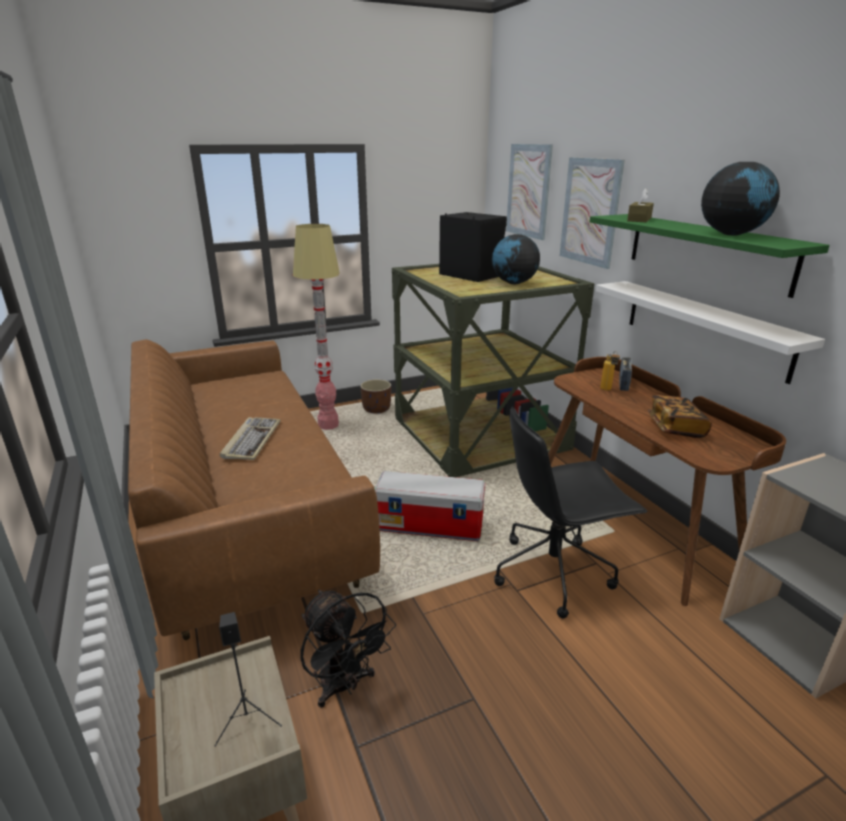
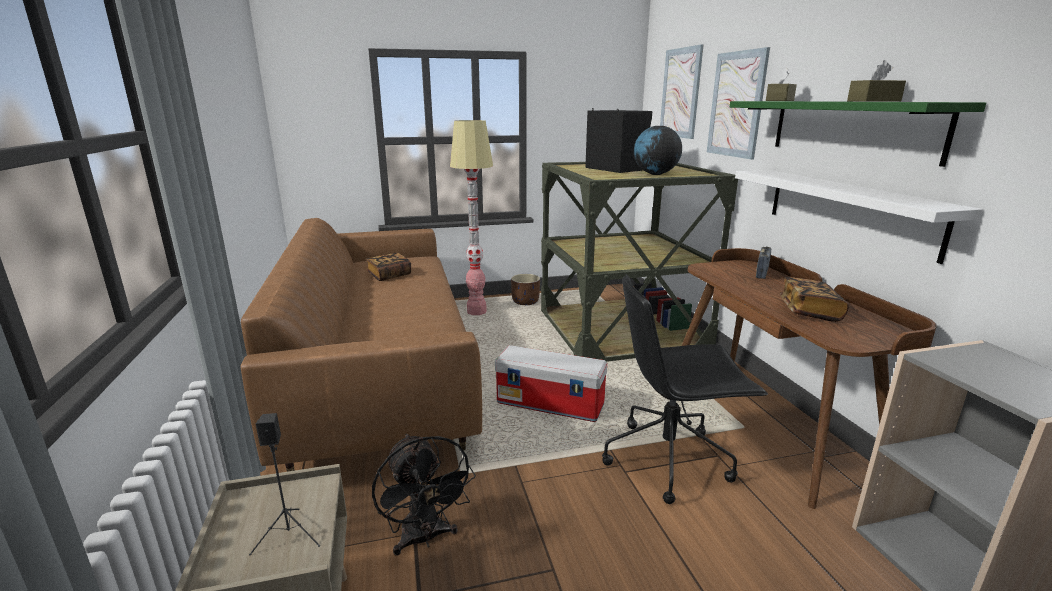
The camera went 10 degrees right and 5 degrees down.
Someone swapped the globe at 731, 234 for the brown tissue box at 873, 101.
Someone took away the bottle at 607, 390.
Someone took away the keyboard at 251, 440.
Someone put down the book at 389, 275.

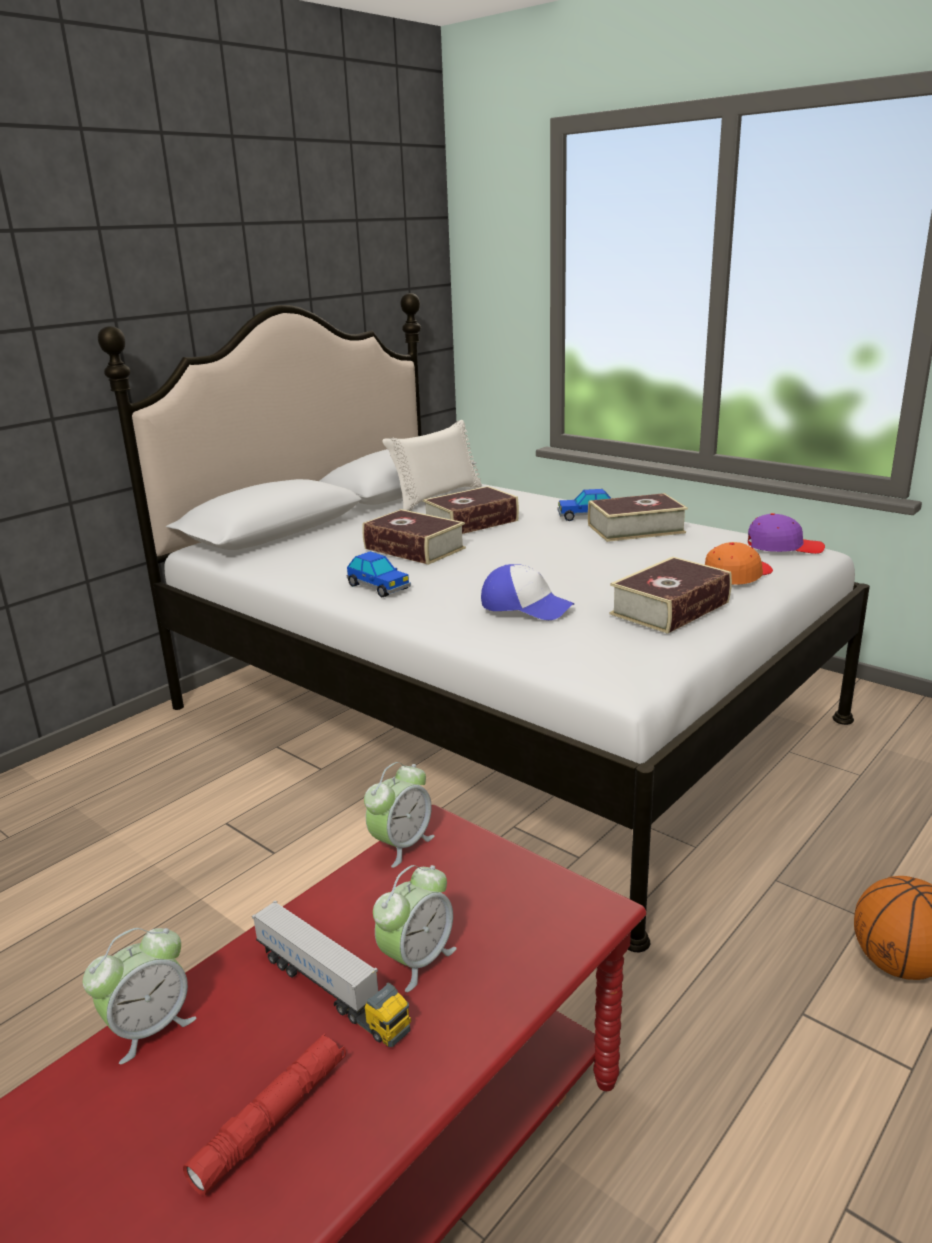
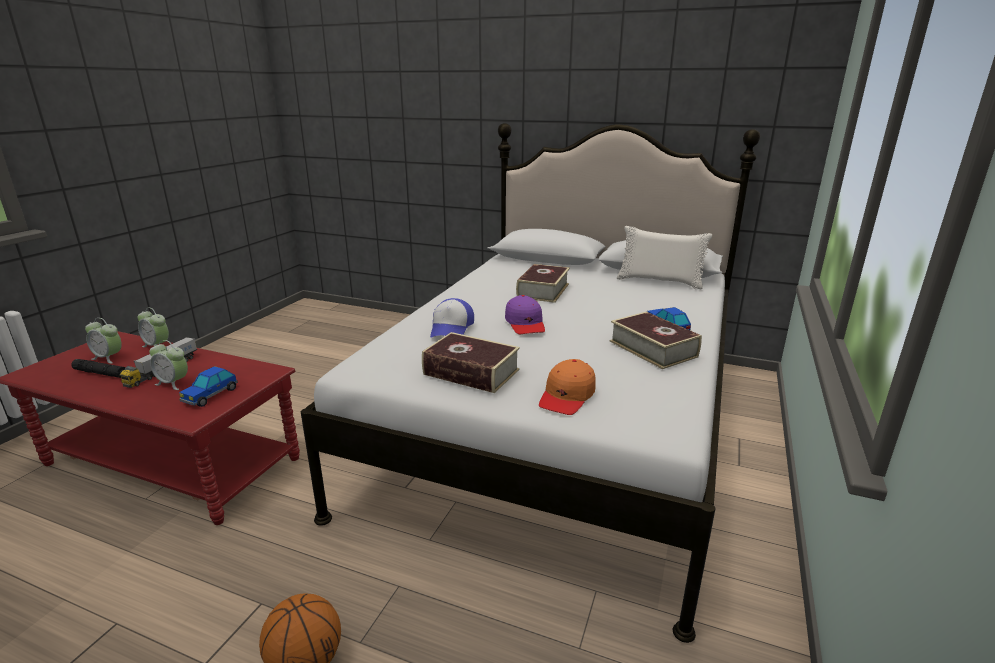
The camera went 70 degrees right and 0 degrees up.
Someone took away the book at 471, 522.
Someone carried the purple cap from 784, 547 to 525, 323.
Someone rotated the orange cap at 737, 575 by 90 degrees clockwise.
Someone carried the toy car from 378, 587 to 210, 395.
Someone carried the alarm clock from 401, 845 to 109, 358.
Someone repainted the red flashlight at 271, 1119, which became the black flashlight at 101, 373.

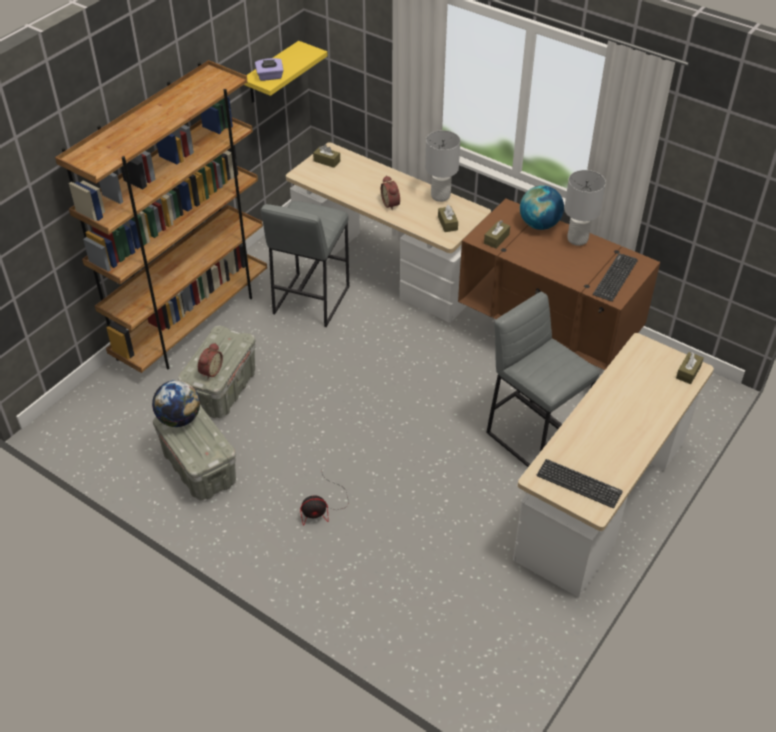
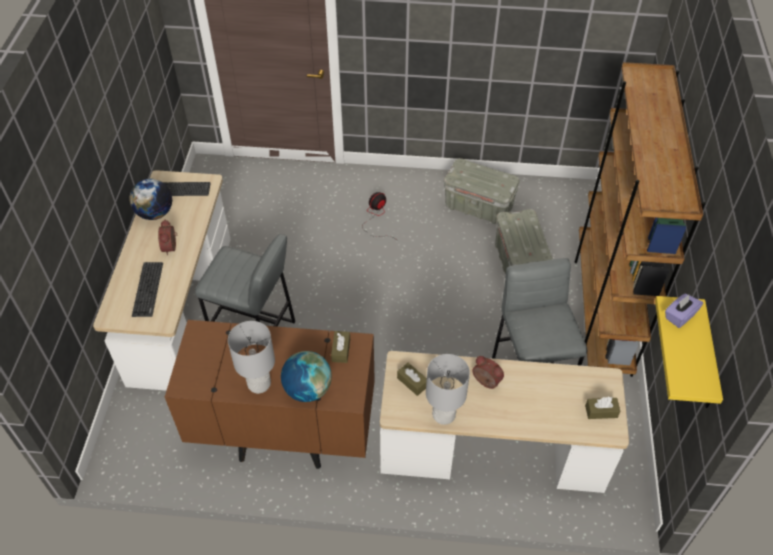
The camera went 150 degrees right and 5 degrees up.
Someone carried the keyboard from 615, 277 to 148, 289.
Someone carried the alarm clock from 210, 371 to 171, 247.
Someone took away the brown tissue box at 688, 372.
Someone carried the globe from 179, 419 to 155, 213.

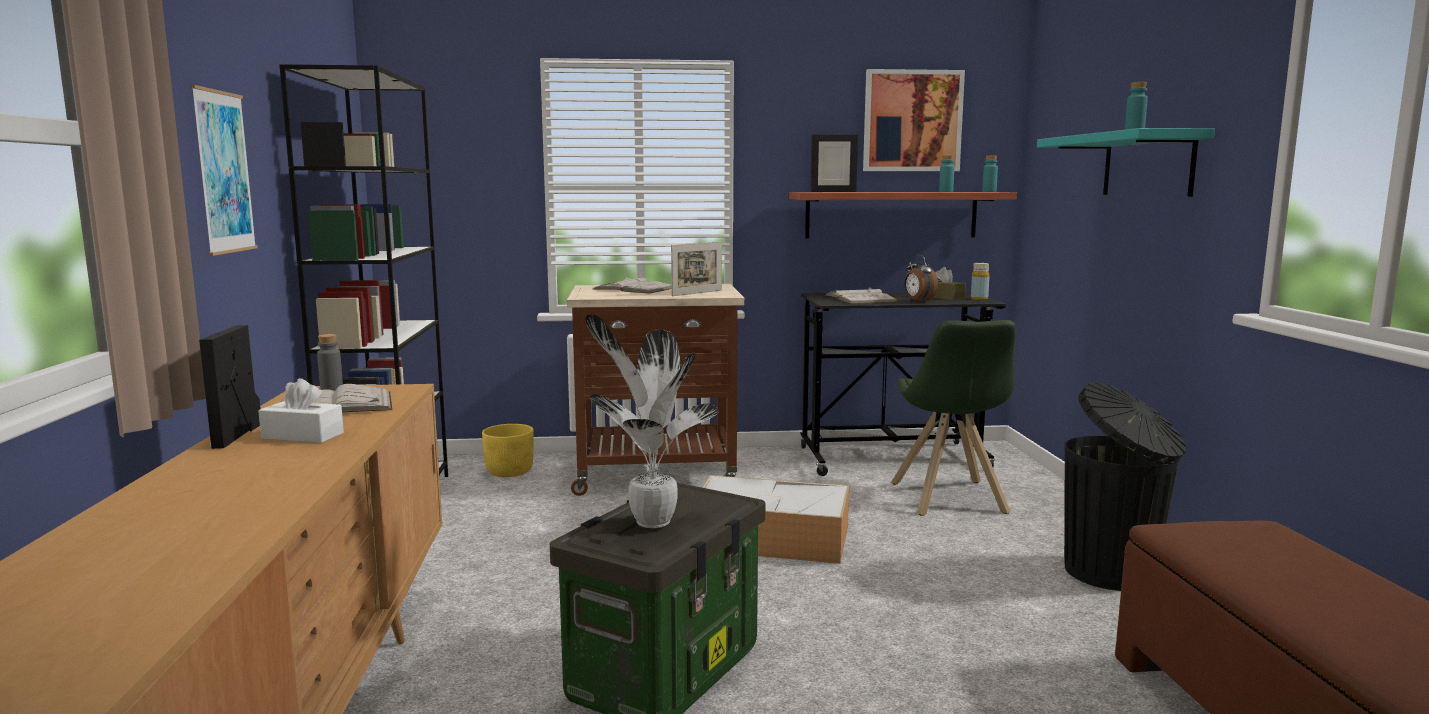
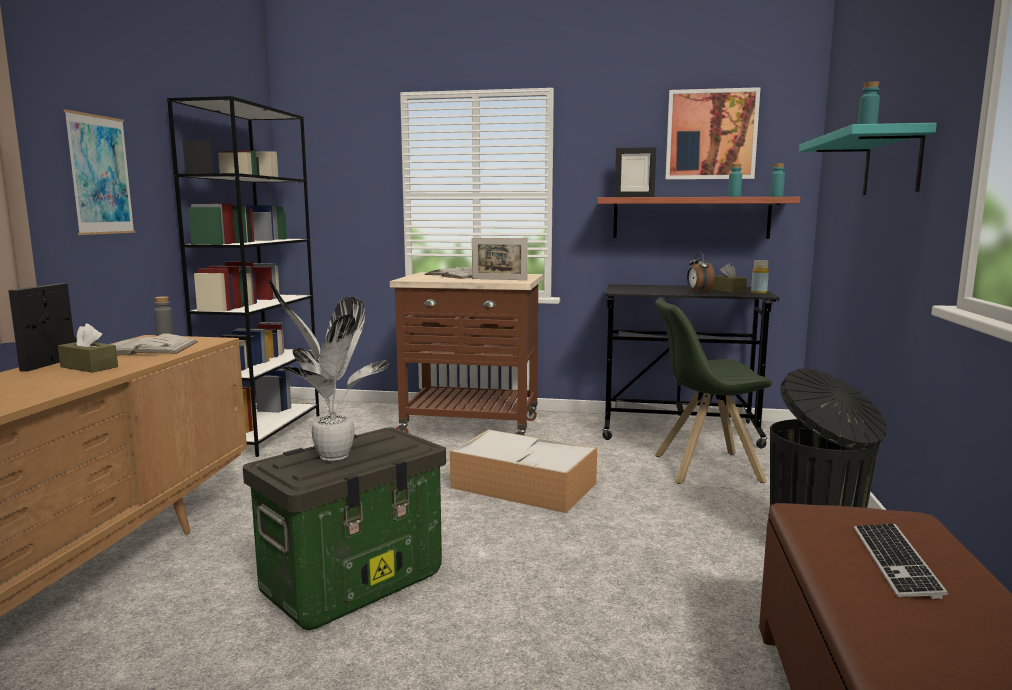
The camera went 15 degrees right and 0 degrees up.
Someone rotated the picture frame at 697, 293 by 45 degrees clockwise.
Someone took away the white book at 860, 298.
Someone rotated the green chair at 949, 498 by 75 degrees clockwise.
Someone repainted the white tissue box at 303, 436, which became the brown tissue box at 89, 367.
Someone took away the yellow planter at 509, 472.
Someone put down the keyboard at 895, 561.

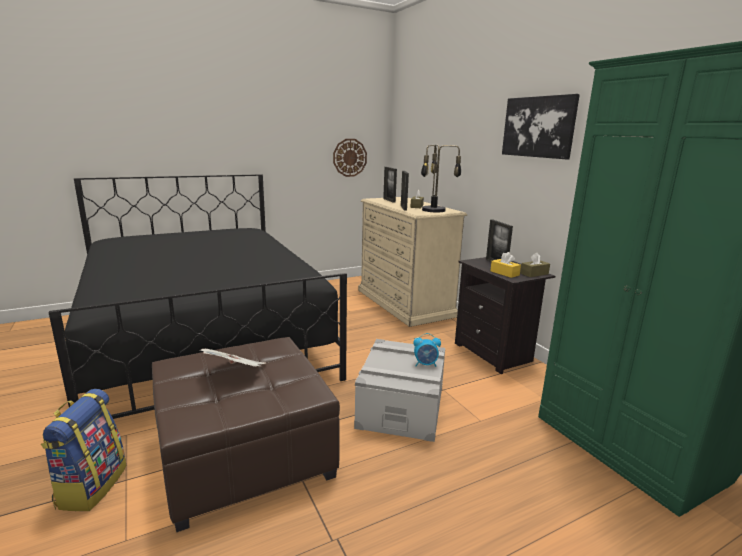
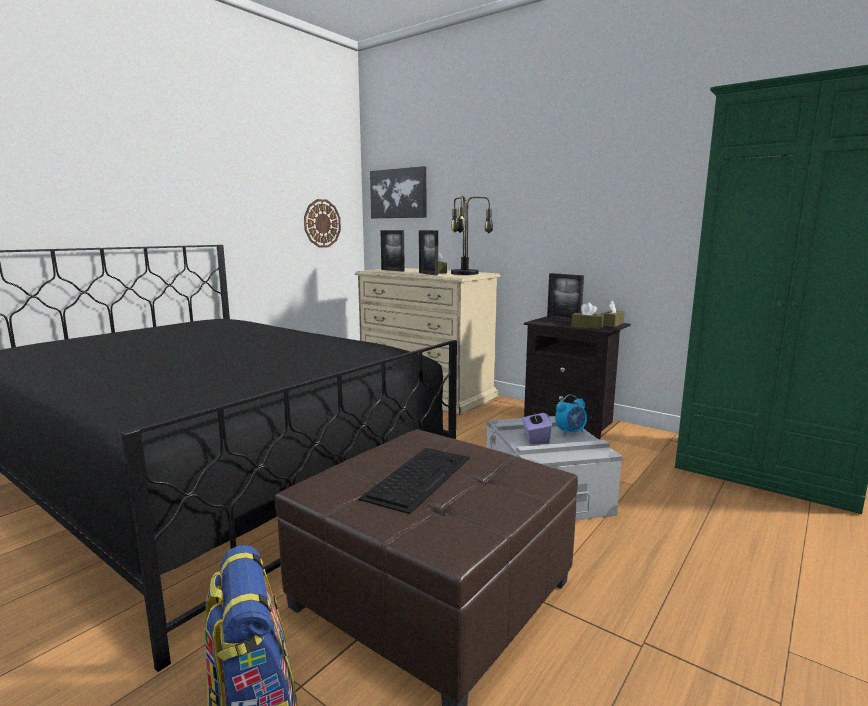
The camera went 25 degrees left and 5 degrees down.
Someone carried the picture from 538, 127 to 398, 193.
Someone repainted the yellow tissue box at 504, 273, which became the brown tissue box at 587, 326.
Someone swapped the newspaper at 236, 372 for the keyboard at 419, 476.
Someone put down the purple tissue box at 535, 438.

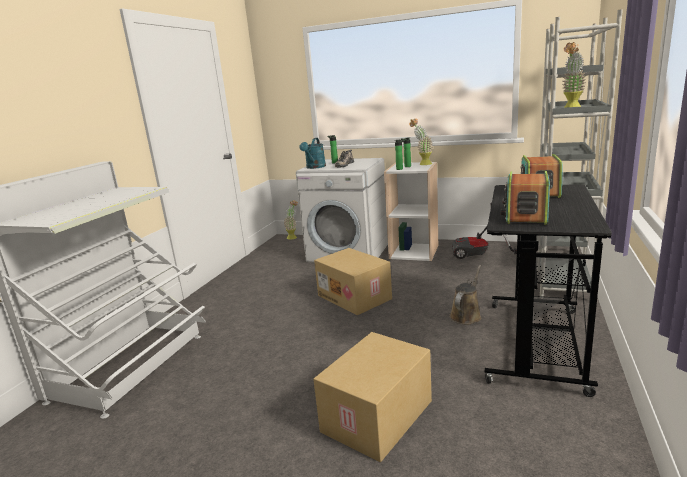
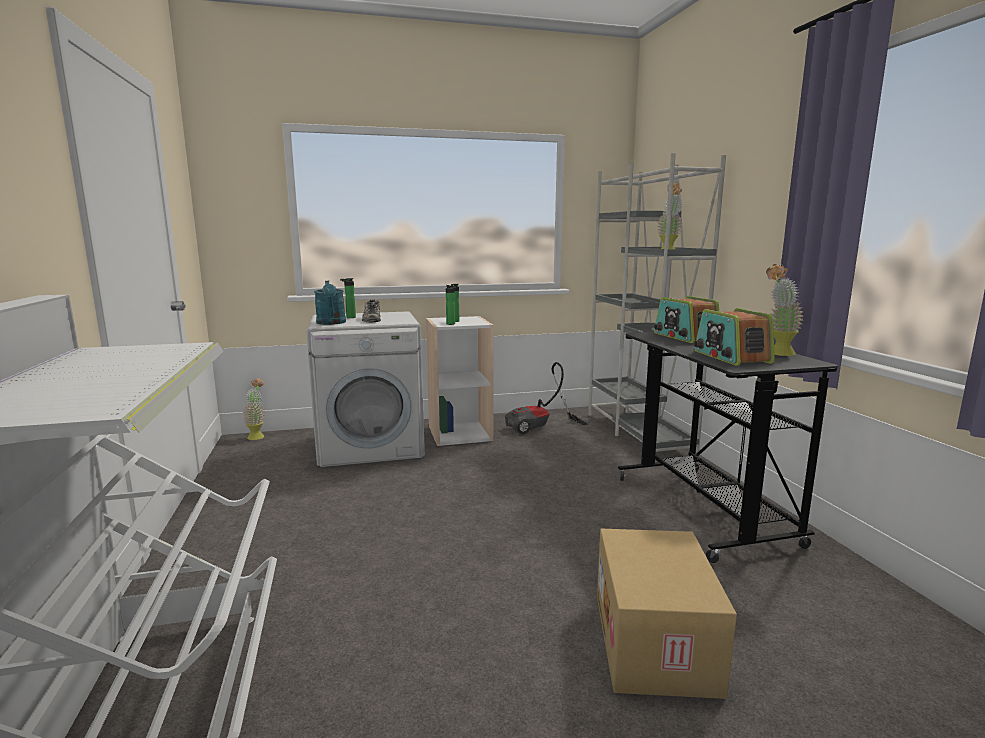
The camera went 35 degrees left and 5 degrees down.
Someone carried the potted plant from 422, 164 to 777, 354.
Someone took away the cardboard box at 355, 297.
Someone took away the brown watering can at 466, 315.

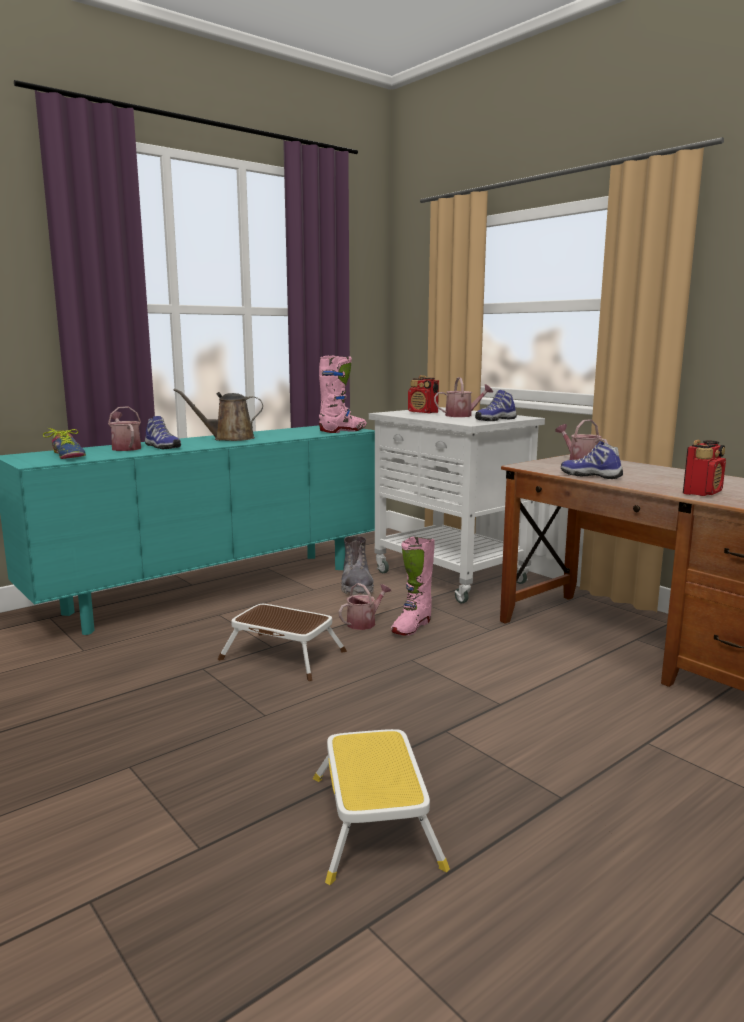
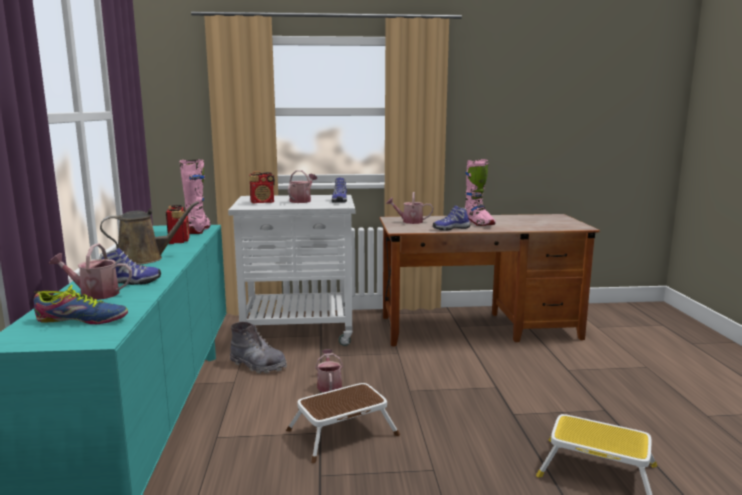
The camera went 55 degrees left and 0 degrees up.
Someone rotated the brown watering can at 229, 439 by 135 degrees counterclockwise.
Someone carried the radio from 702, 492 to 179, 241.
Someone carried the pink boot from 411, 627 to 478, 223.

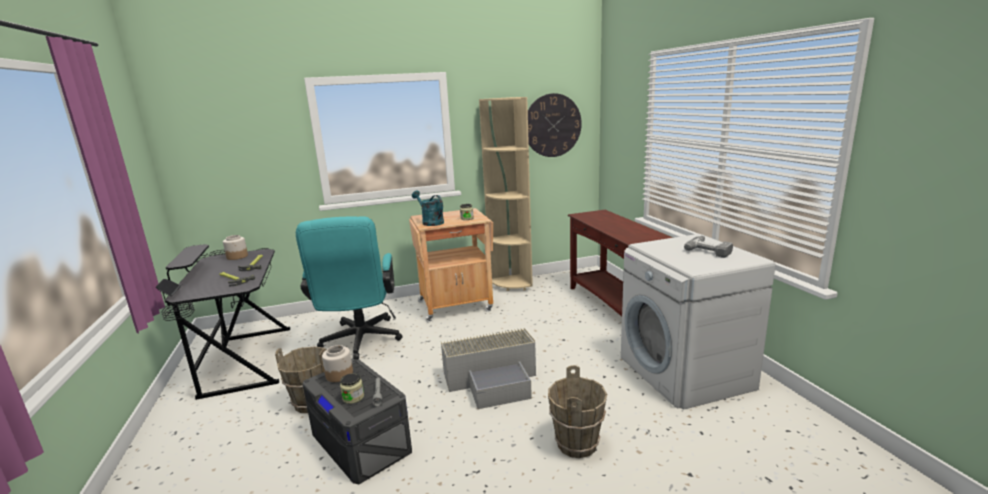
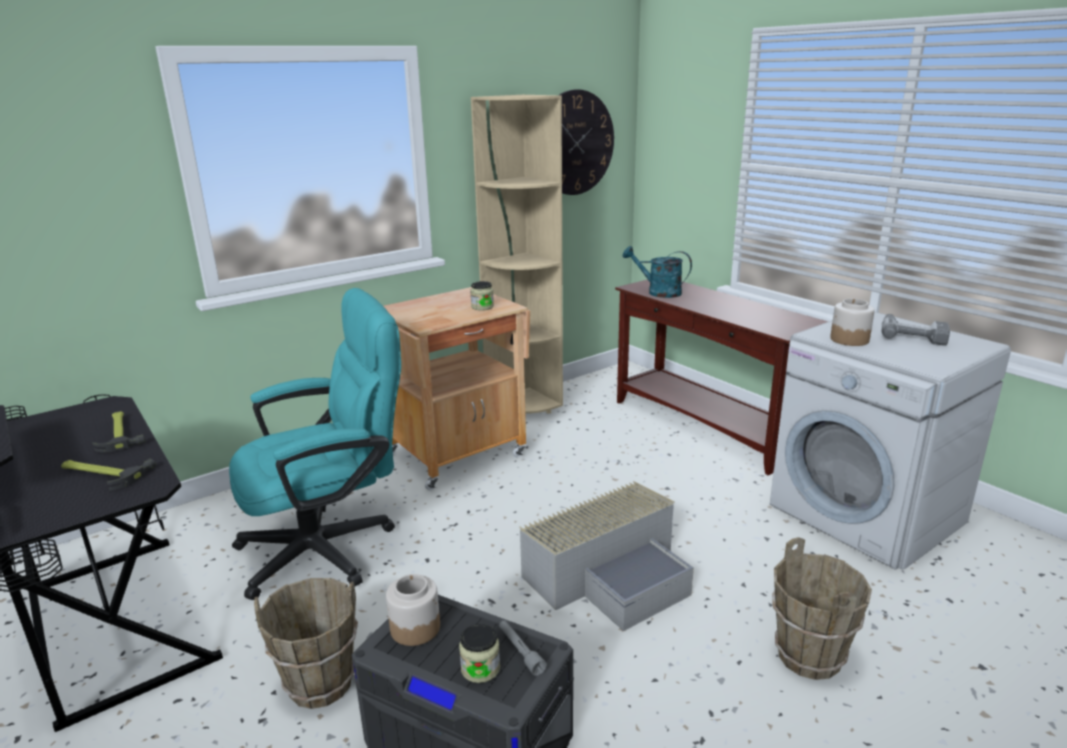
The camera went 20 degrees left and 5 degrees up.
Someone carried the turquoise watering can from 430, 222 to 658, 292.
Someone rotated the turquoise office chair at 360, 342 by 90 degrees counterclockwise.
Someone carried the jar from 237, 256 to 849, 339.

